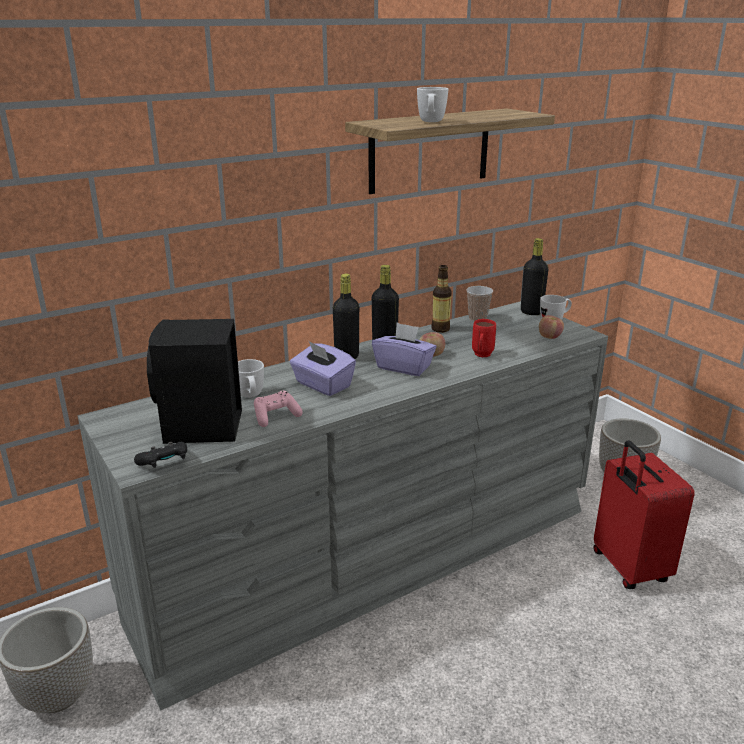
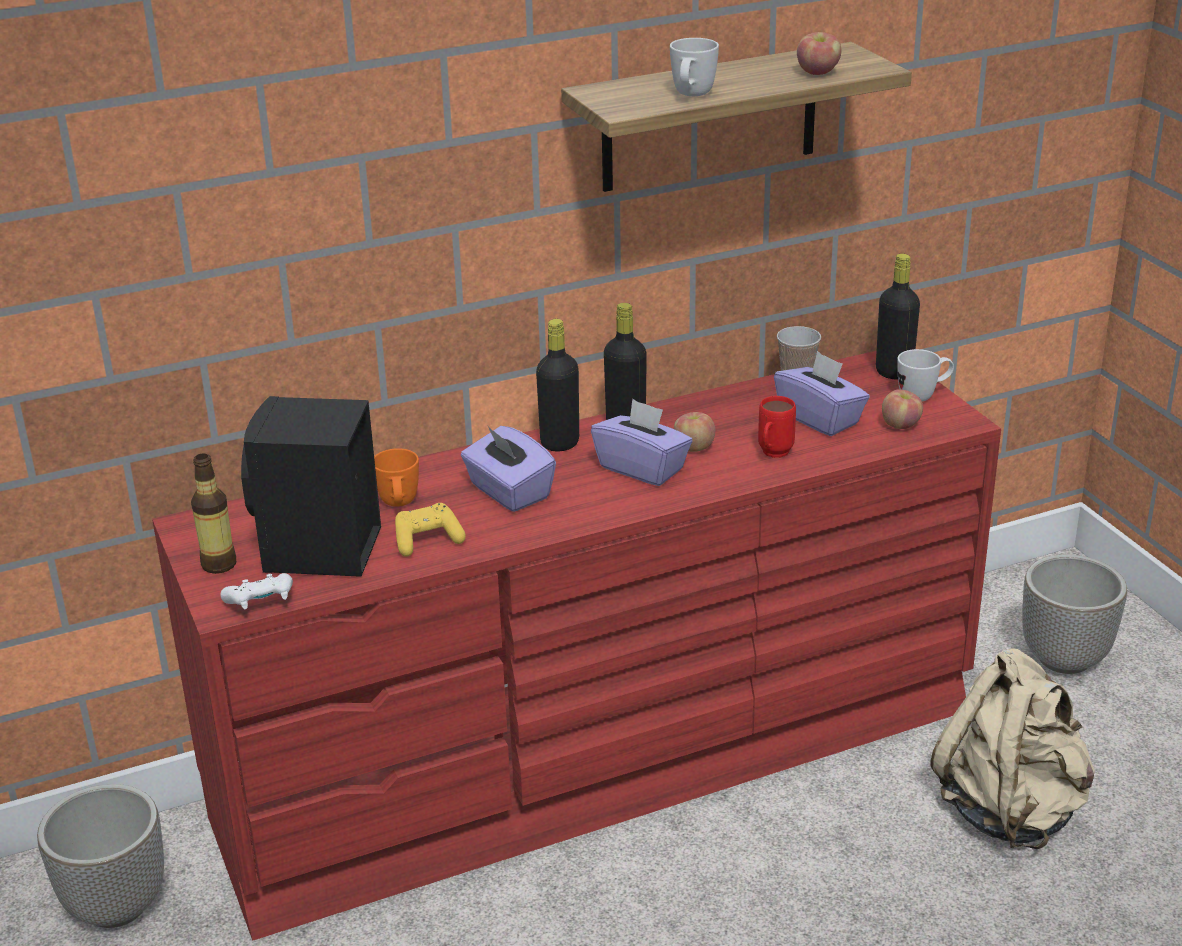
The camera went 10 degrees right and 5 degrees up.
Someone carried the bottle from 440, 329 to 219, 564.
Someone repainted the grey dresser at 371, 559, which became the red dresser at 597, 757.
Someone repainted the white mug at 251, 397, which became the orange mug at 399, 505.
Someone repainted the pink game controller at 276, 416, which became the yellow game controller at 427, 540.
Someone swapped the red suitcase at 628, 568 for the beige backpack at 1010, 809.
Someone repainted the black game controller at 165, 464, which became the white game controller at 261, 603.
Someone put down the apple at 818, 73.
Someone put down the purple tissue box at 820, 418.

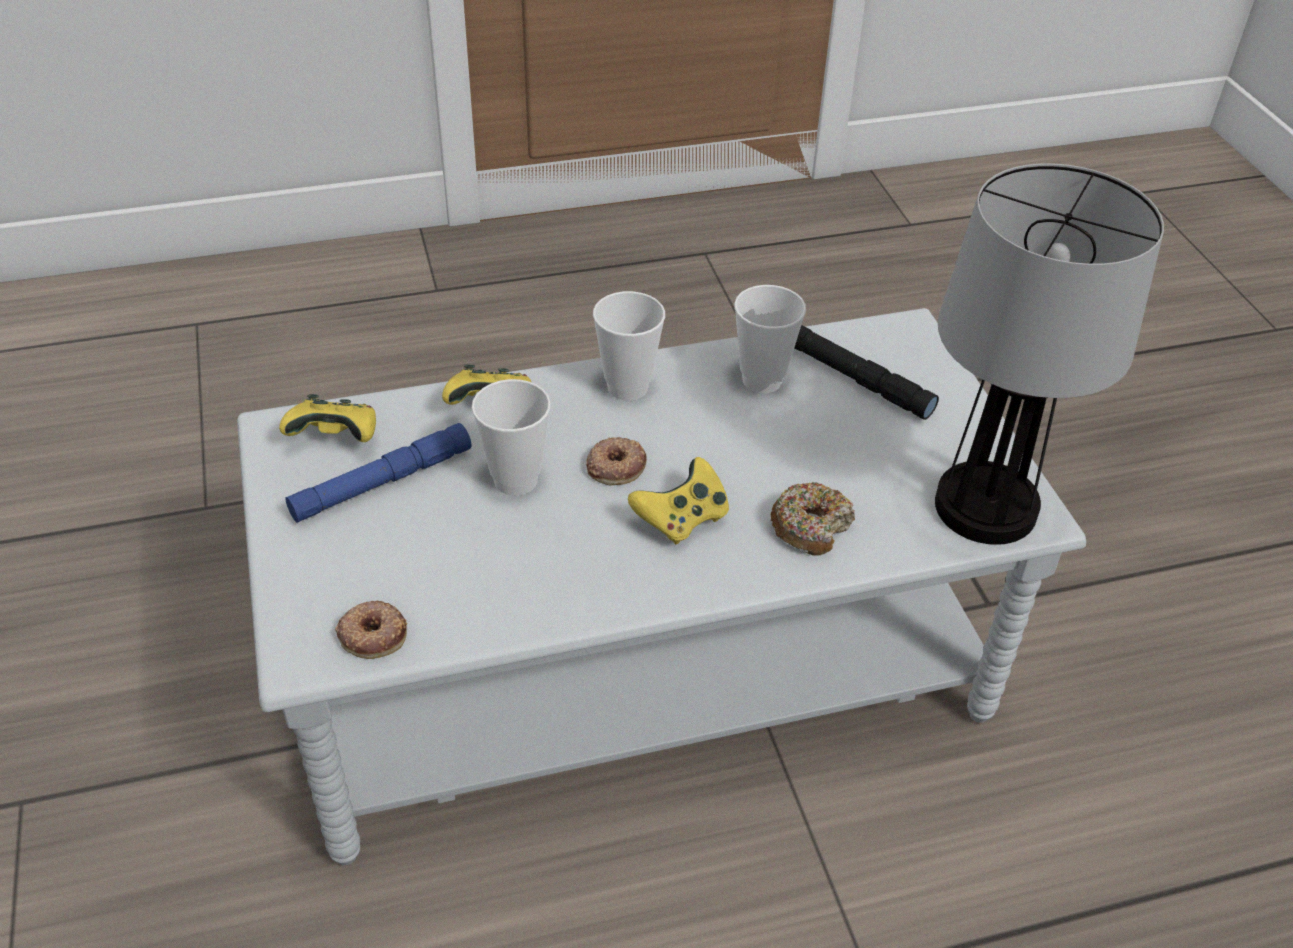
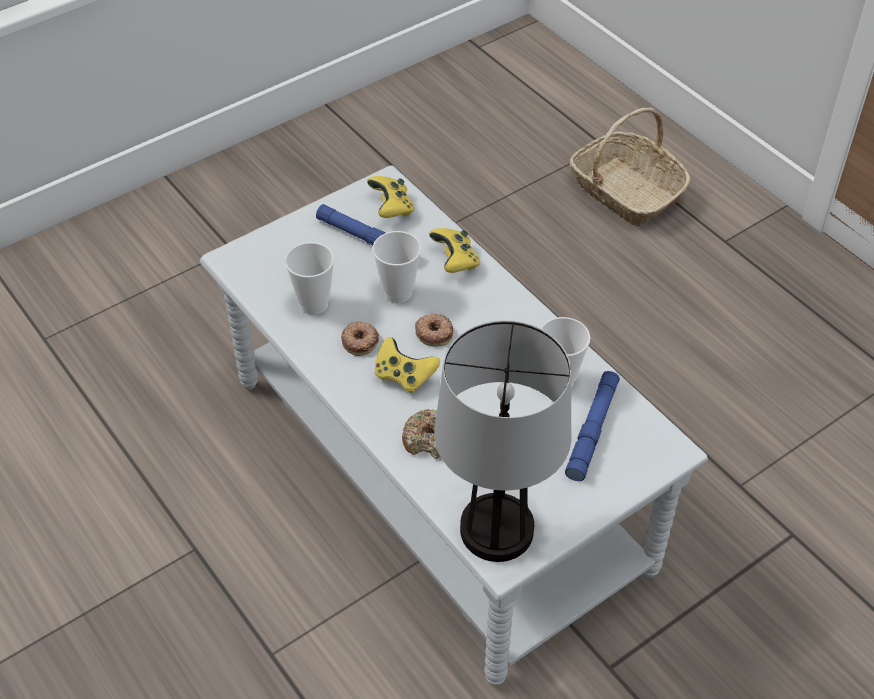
The camera went 70 degrees right and 5 degrees up.
Someone carried the cup from 627, 387 to 314, 304.
Someone repainted the black flashlight at 855, 378, which became the blue flashlight at 592, 430.
Someone carried the donut from 373, 634 to 360, 341.
Someone put down the basket at 625, 191.

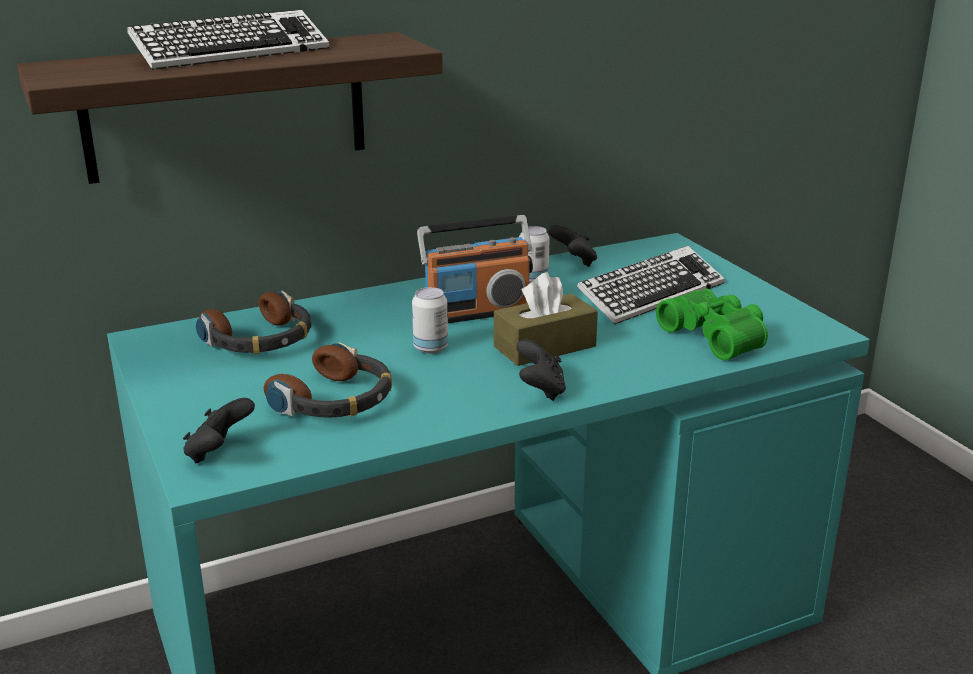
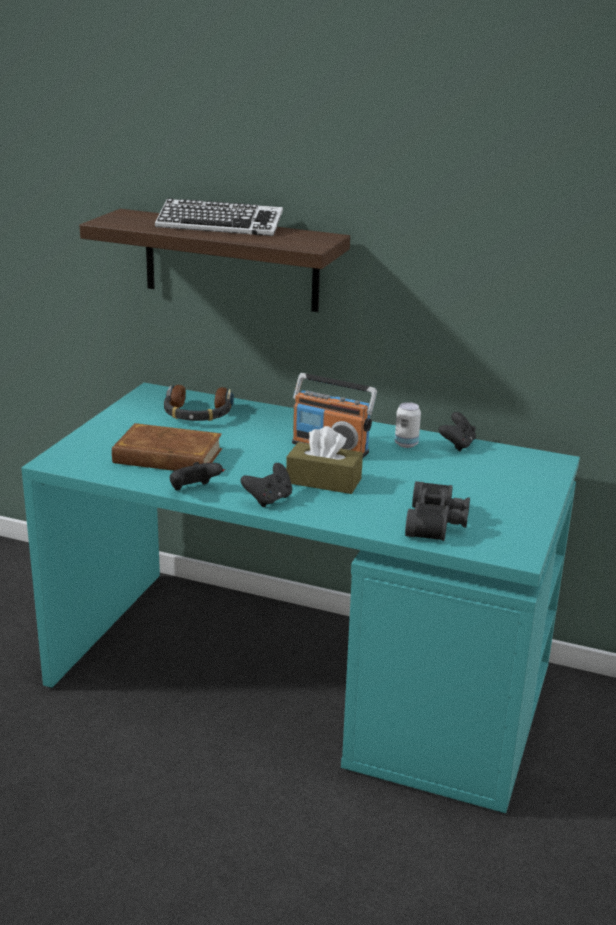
The camera went 45 degrees right and 0 degrees up.
Someone took away the keyboard at 651, 294.
Someone took away the can at 430, 348.
Someone repainted the green binoculars at 717, 336, which became the black binoculars at 438, 523.
Someone swapped the headphones at 335, 400 for the brown book at 168, 457.
Someone carried the black game controller from 219, 453 to 193, 490.

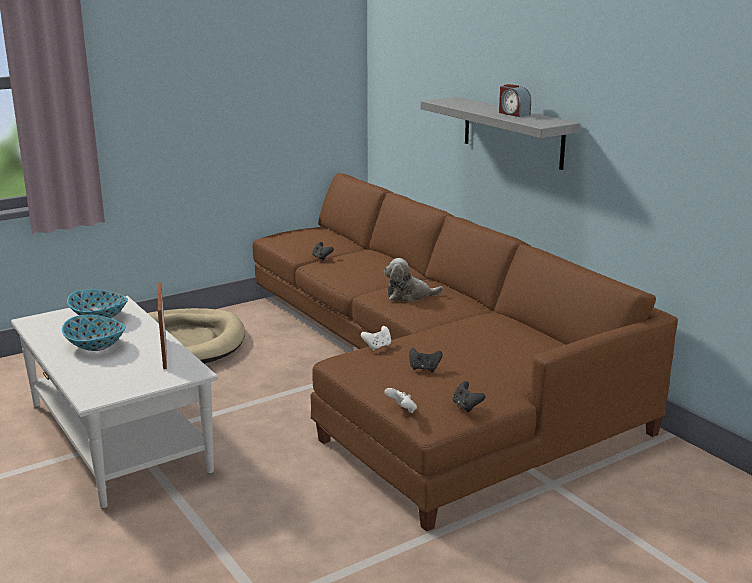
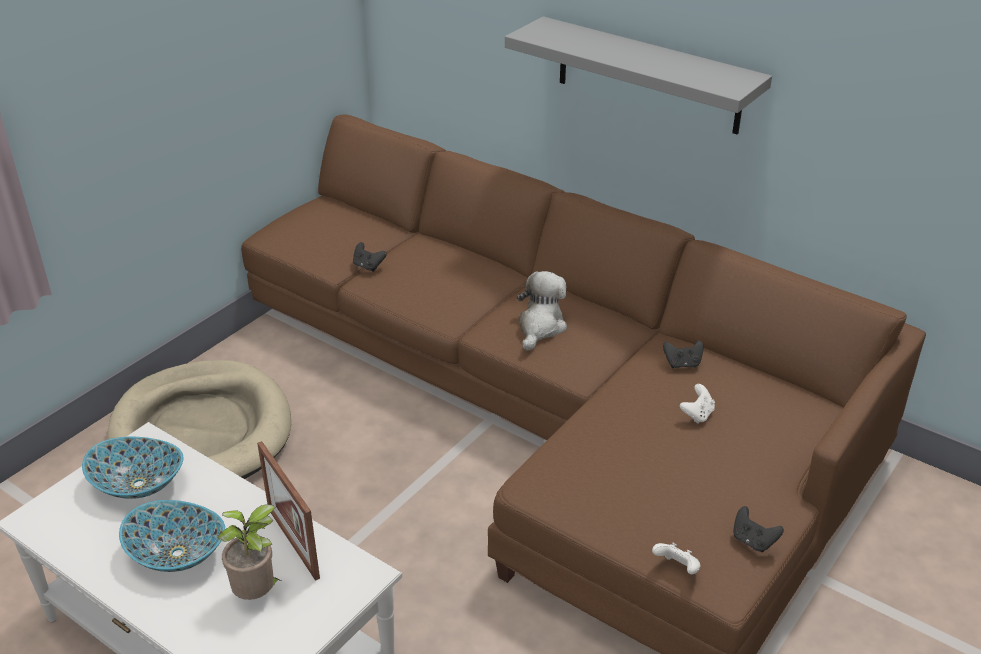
The camera went 20 degrees left and 15 degrees up.
Someone took away the alarm clock at 513, 114.
Someone rotated the plush toy at 409, 296 by 135 degrees clockwise.
Someone carried the white game controller from 377, 347 to 697, 414.
Someone carried the black game controller from 424, 369 to 682, 364.
Someone put down the potted plant at 258, 594.

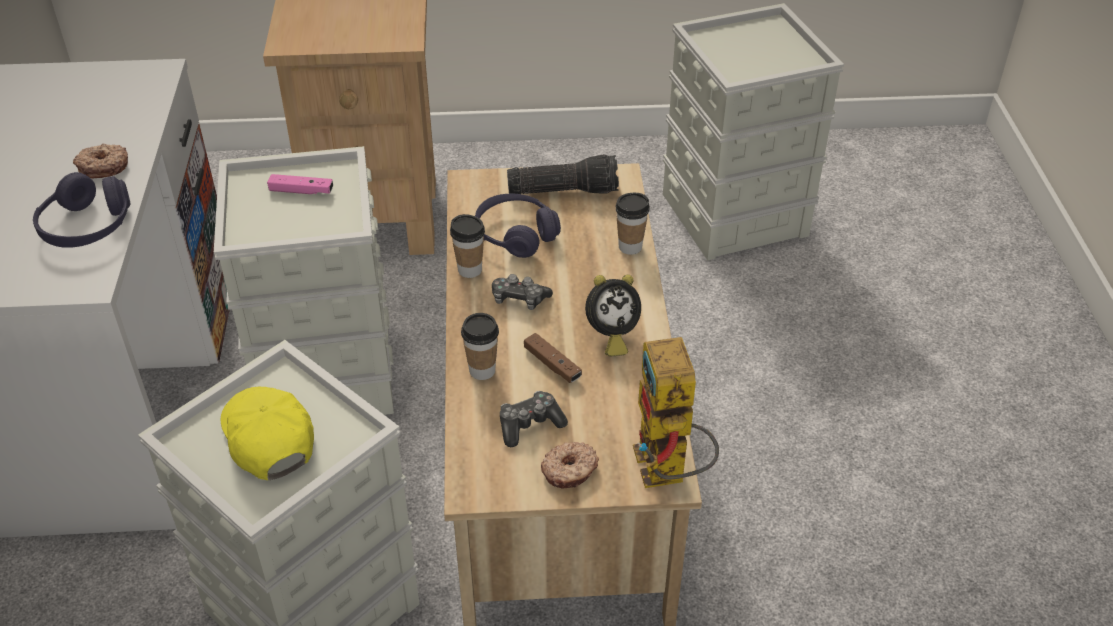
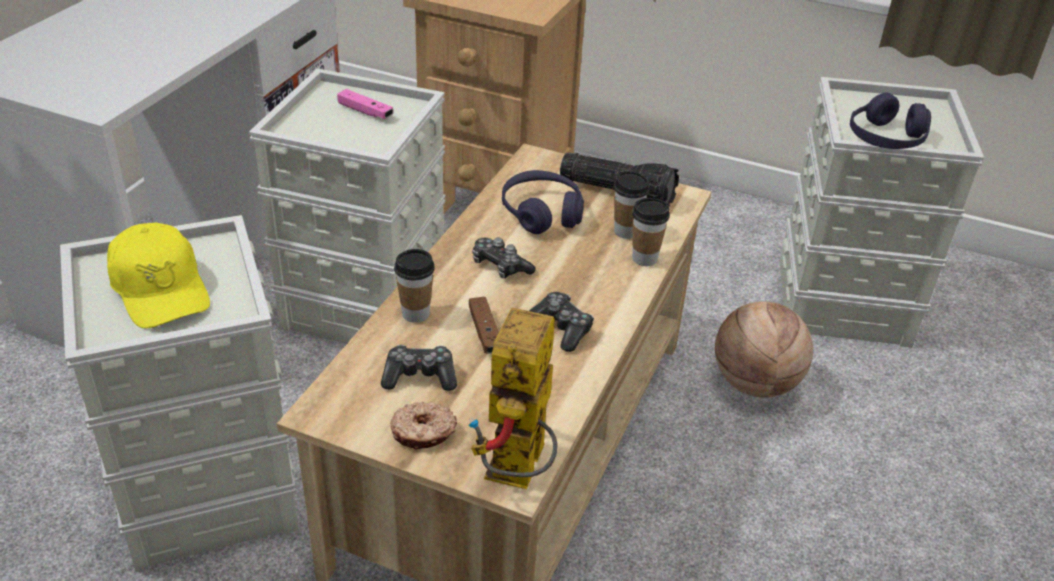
The camera went 25 degrees right and 5 degrees down.
Someone took away the donut at 103, 167.
Someone carried the purple headphones from 87, 226 to 886, 139.
Someone carried the cup from 470, 270 to 626, 231.
Someone swapped the alarm clock at 610, 336 for the game controller at 562, 328.
Someone rotated the yellow cap at 268, 438 by 150 degrees clockwise.
Someone put down the basketball at 755, 384.

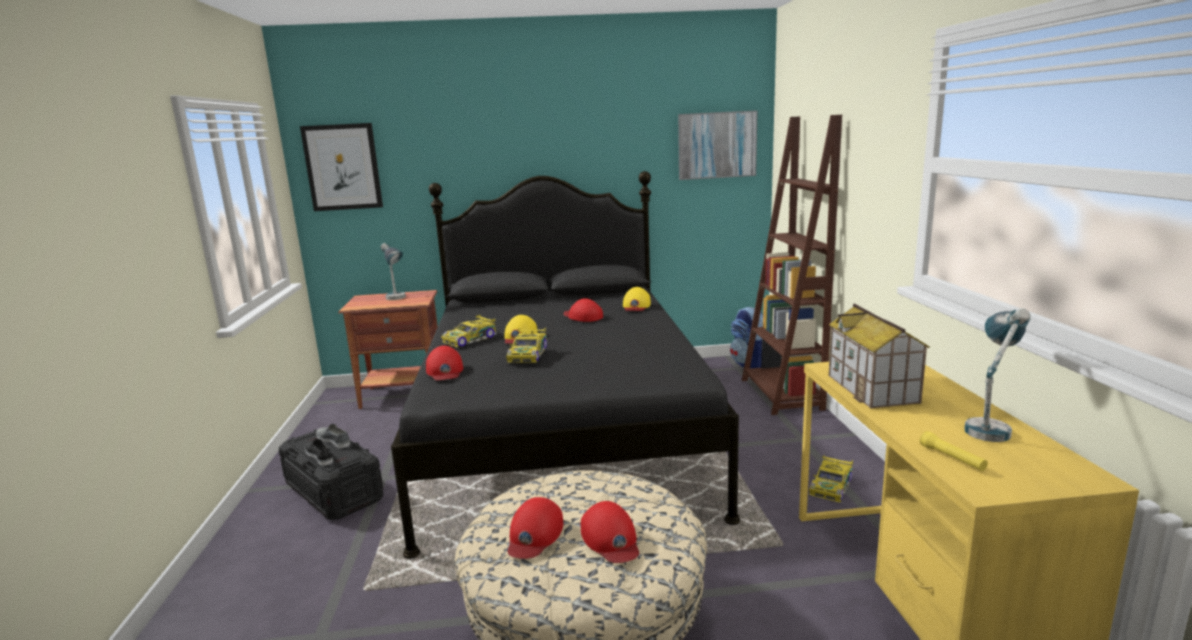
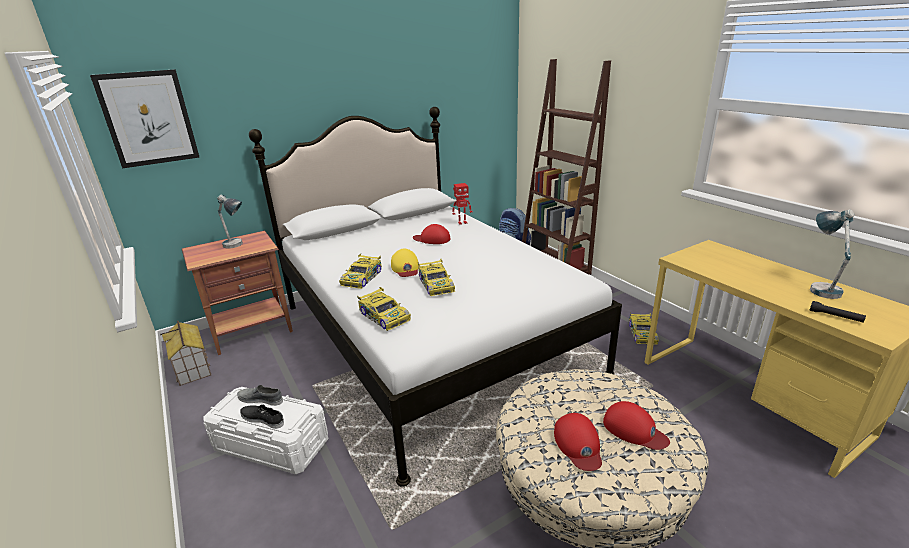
The camera went 25 degrees left and 10 degrees up.
Someone took away the picture at 717, 145.
Someone repainted the black bed at 562, 435, which became the white bed at 429, 337.
Someone swapped the yellow cap at 636, 306 for the toy robot at 462, 223.
Someone carried the toy house from 873, 389 to 193, 368.
Someone swapped the red cap at 445, 371 for the toy car at 384, 316.
Someone repainted the black storage box at 333, 491, which became the white storage box at 272, 444.
Someone repainted the yellow flashlight at 952, 458, which became the black flashlight at 835, 316.

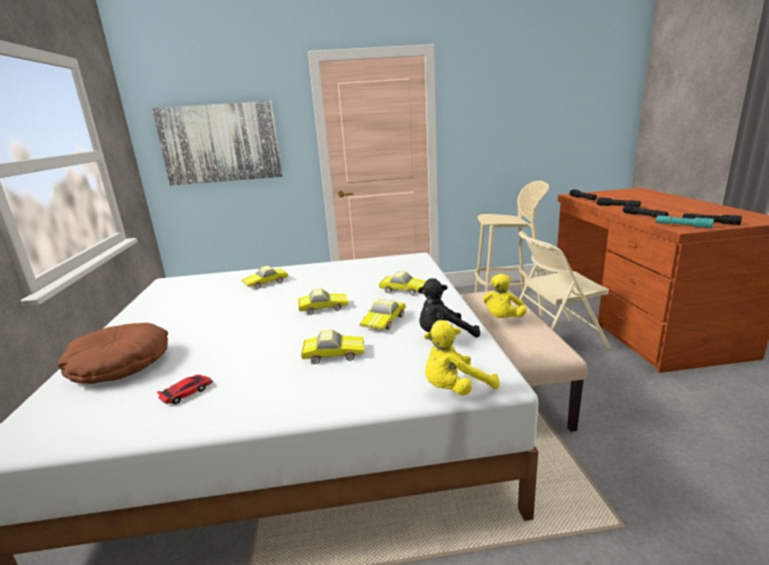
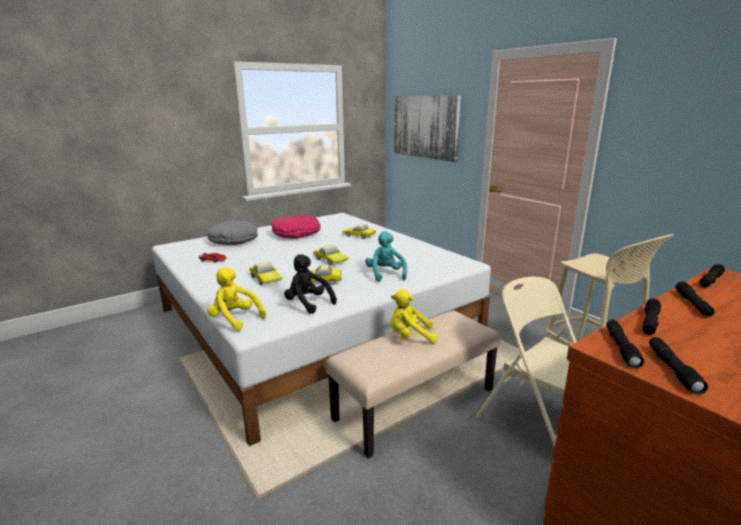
The camera went 60 degrees right and 0 degrees up.
Someone repainted the turquoise flashlight at 682, 225, which became the black flashlight at 621, 348.
Someone swapped the toy car at 403, 289 for the turquoise plush toy at 385, 274.
Someone repainted the brown pillow at 119, 366, which became the grey pillow at 233, 240.
Someone put down the pink pillow at 295, 234.

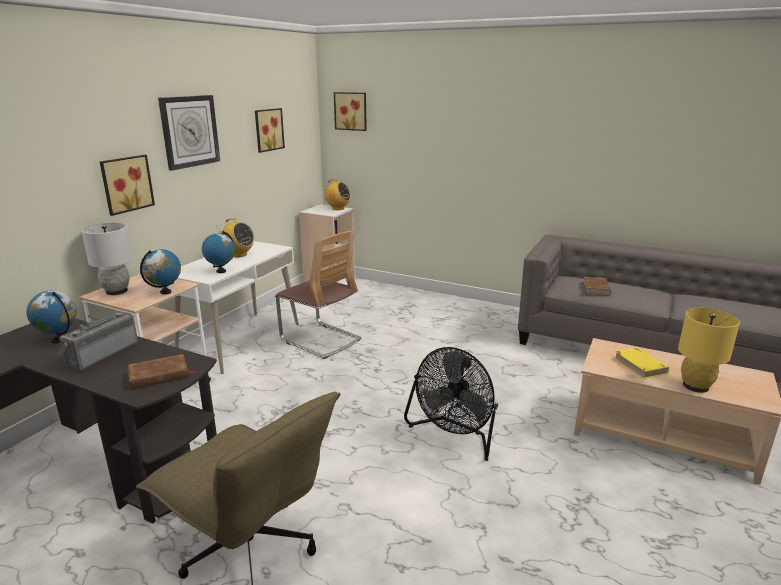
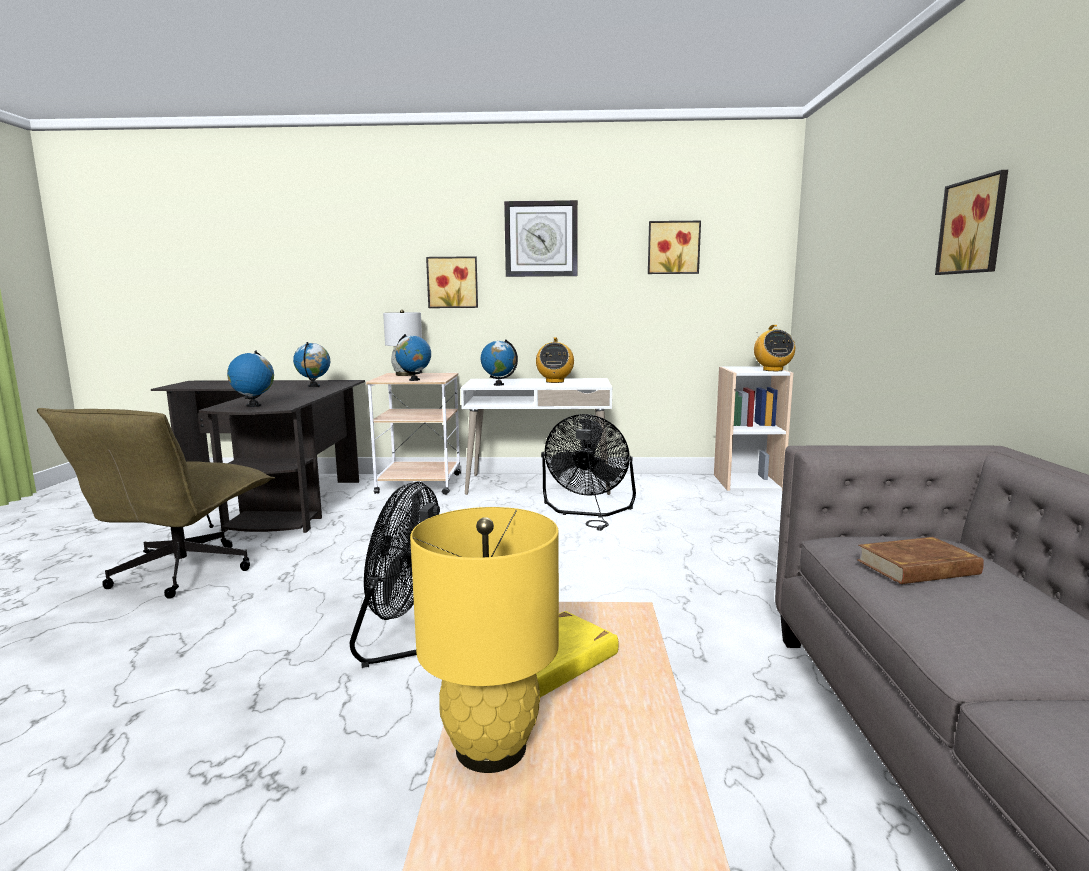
The camera went 65 degrees right and 10 degrees down.
Someone carried the picture from 351, 111 to 975, 226.
Someone swapped the chair at 321, 340 for the black fan at 587, 512.
Someone took away the radio at 101, 354.
Someone swapped the brown book at 159, 375 for the globe at 254, 405.

